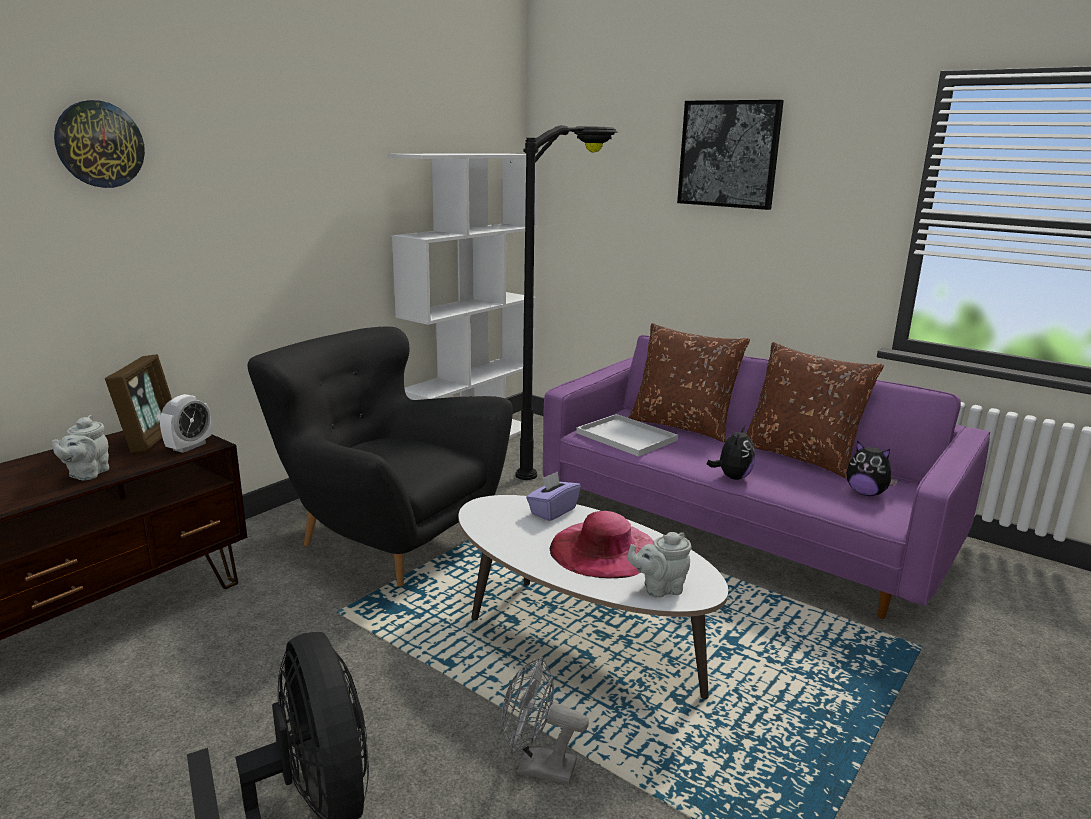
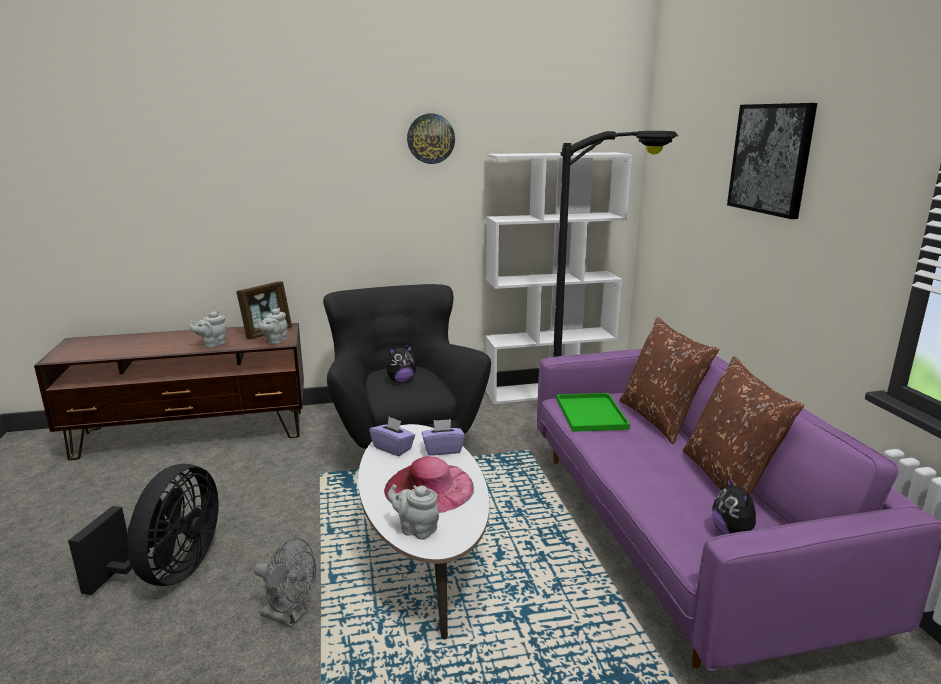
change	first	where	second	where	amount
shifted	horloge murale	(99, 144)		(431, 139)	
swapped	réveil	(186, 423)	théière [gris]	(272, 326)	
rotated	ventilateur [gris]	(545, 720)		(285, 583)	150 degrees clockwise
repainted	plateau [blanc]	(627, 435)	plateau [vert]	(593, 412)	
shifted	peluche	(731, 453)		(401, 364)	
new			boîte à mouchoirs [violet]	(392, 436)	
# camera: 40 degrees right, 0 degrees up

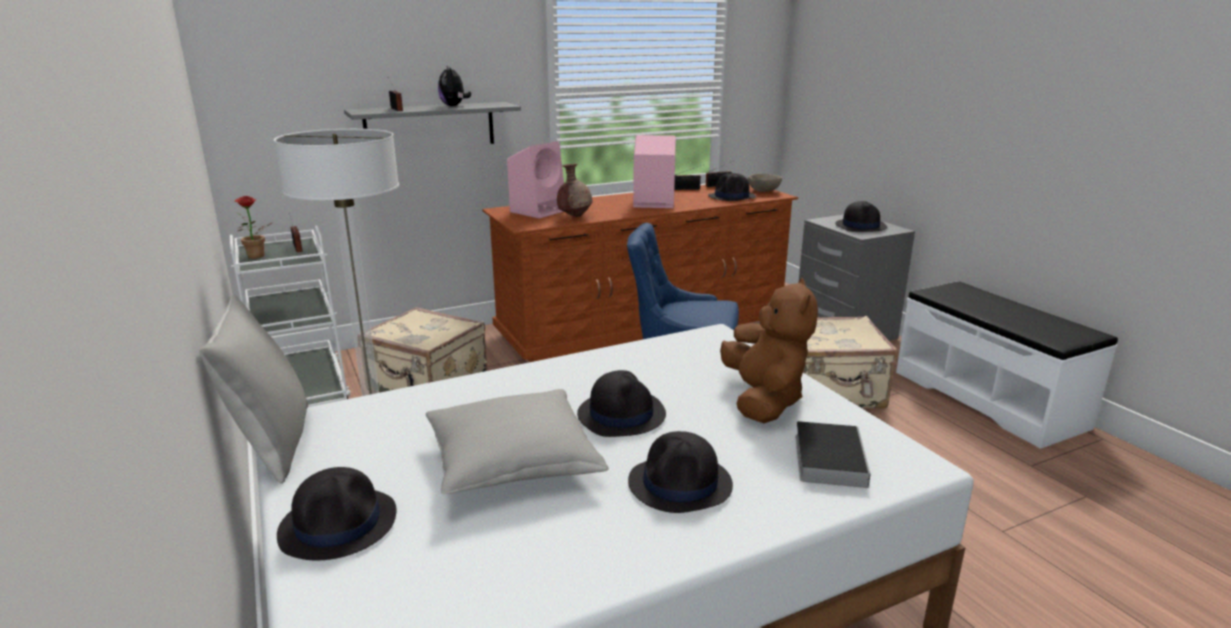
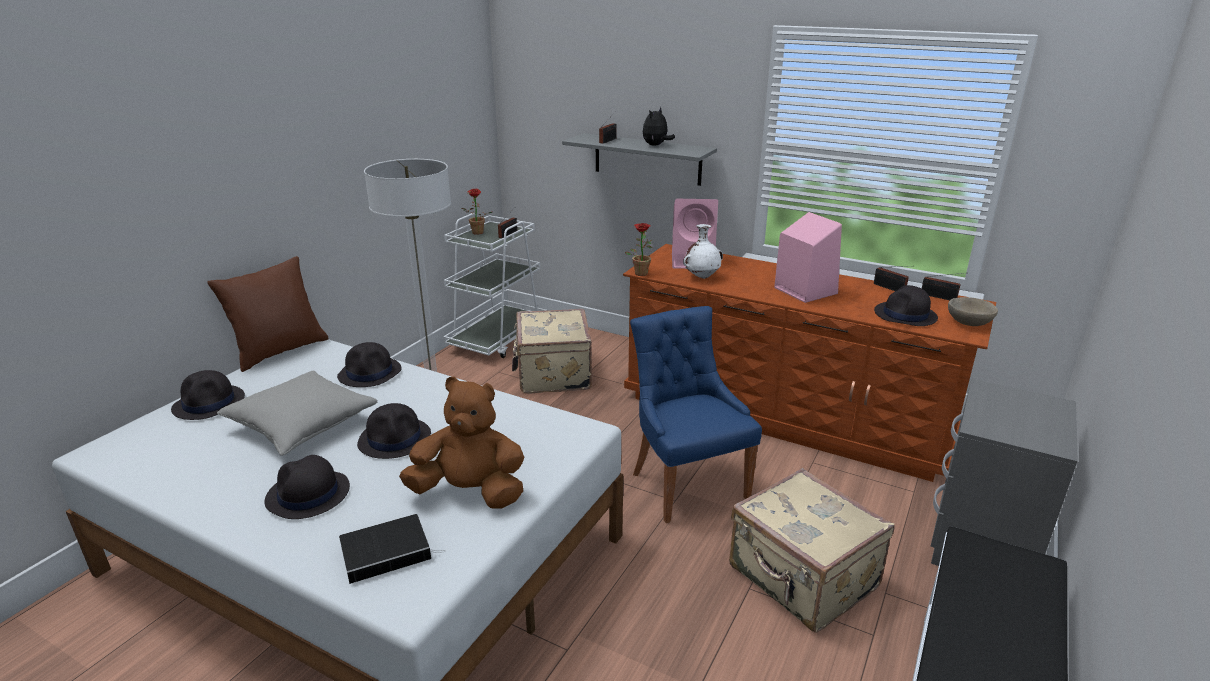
change	first	where	second	where	amount
repainted	coussin [gris]	(253, 389)	coussin [marron]	(268, 314)	
repainted	vase [marron]	(575, 190)	vase [blanc]	(703, 251)	
rotated	peluche [marron]	(769, 350)		(461, 442)	135 degrees counterclockwise
shifted	chapeau [noir]	(861, 216)		(369, 364)	
new			plante en pot	(638, 249)	
# camera: 55 degrees right, 5 degrees up

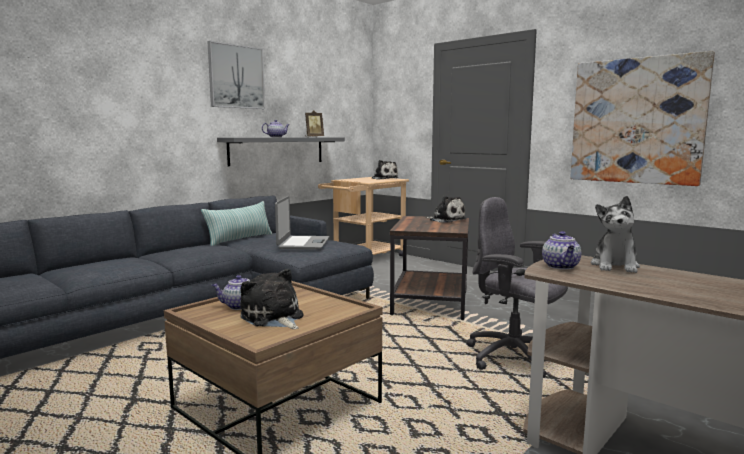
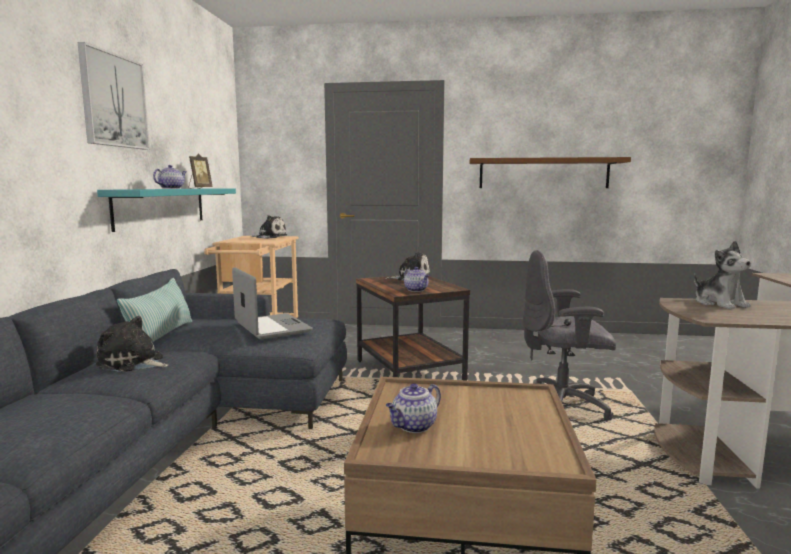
change	first	where	second	where	amount
repainted	étagère [gris]	(281, 151)	étagère [turquoise]	(166, 210)	
shifted	peluche	(271, 298)		(132, 344)	
shifted	théière	(561, 250)		(416, 279)	
swapped	tableau	(642, 118)	étagère [marron]	(550, 172)	
# camera: 35 degrees left, 0 degrees up

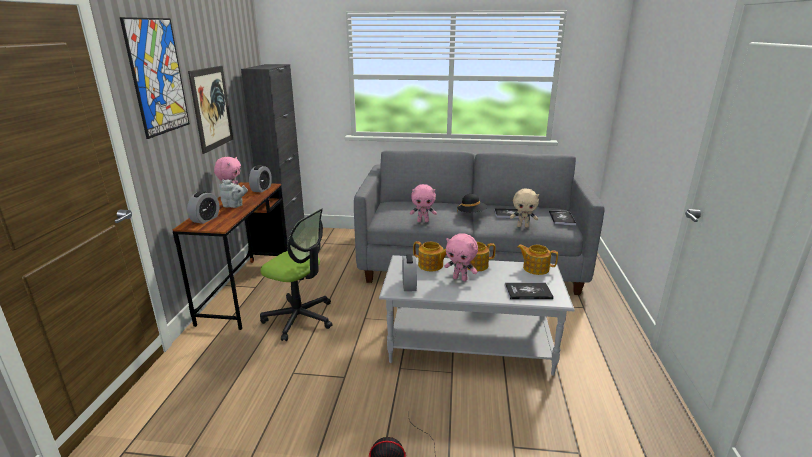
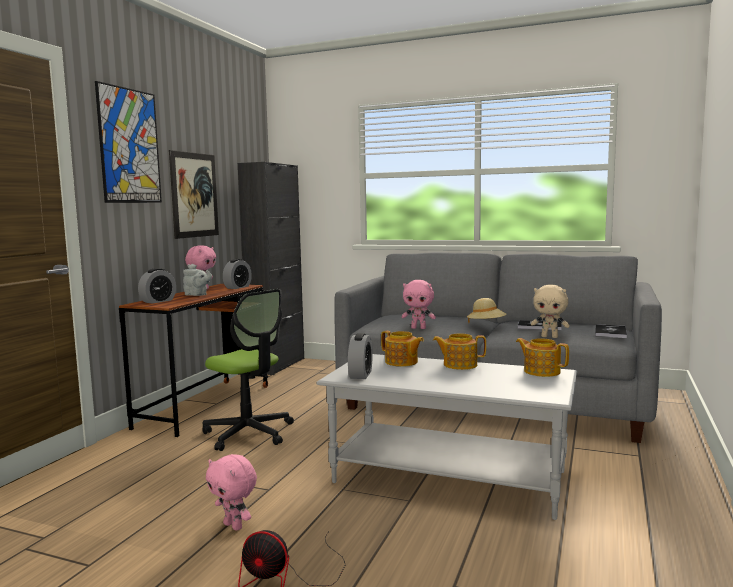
change	first	where	second	where	amount
shifted	peluche [rose]	(461, 257)		(231, 492)	
repainted	chapeau [noir]	(472, 203)	chapeau [beige]	(486, 310)	
gone	livre	(529, 291)			
# camera: 15 degrees right, 15 degrees down

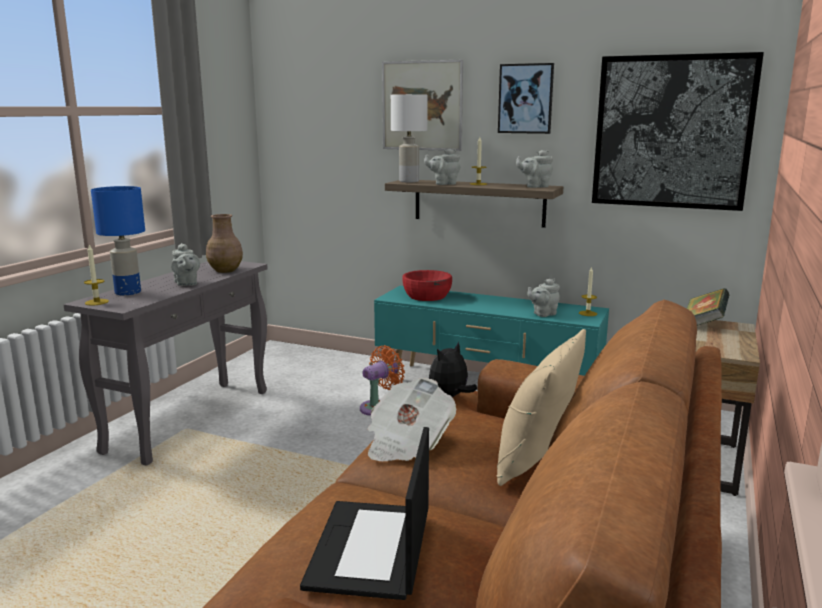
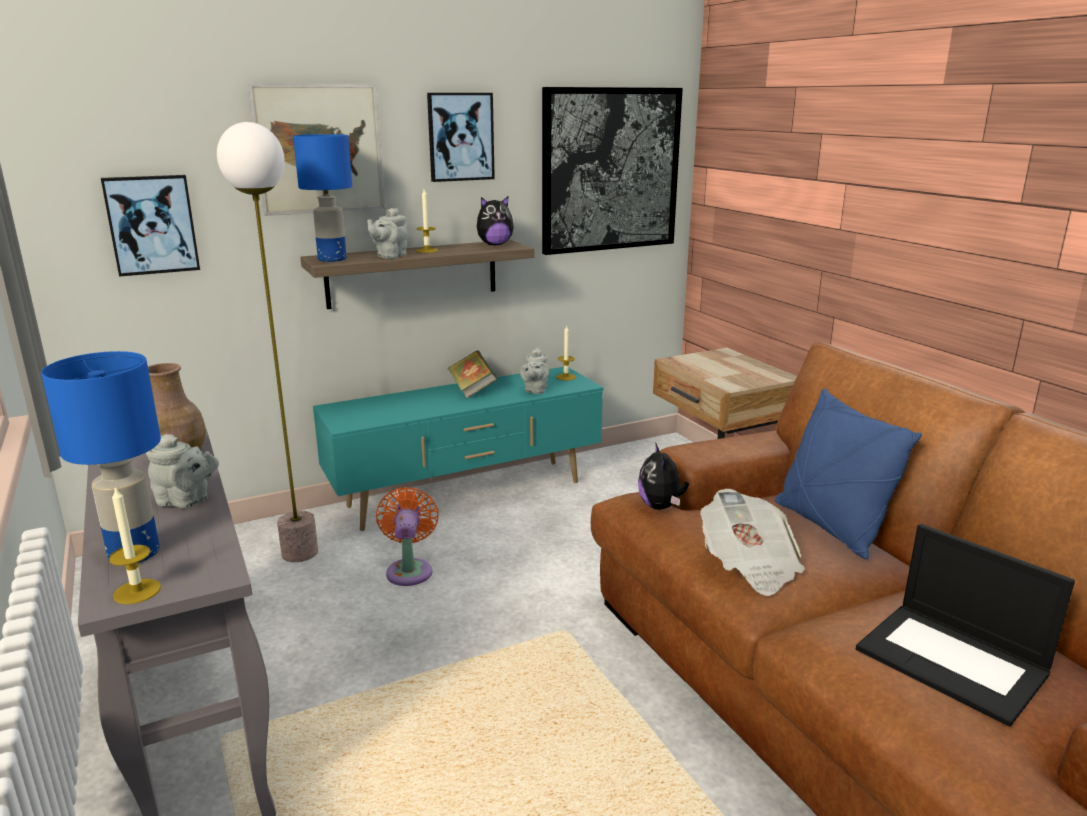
change	first	where	second	where	amount
repainted	lampe de table [blanc]	(409, 138)	lampe de table [bleu]	(322, 198)	
gone	bol [rouge]	(427, 285)			
repainted	coussin [beige]	(541, 407)	coussin [bleu]	(848, 473)	
swapped	théière [gris]	(534, 169)	peluche	(495, 220)	
shifted	livre	(708, 307)		(473, 374)	
new			tableau	(150, 226)	
new			lampadaire	(267, 342)	
# camera: 50 degrees left, 5 degrees up

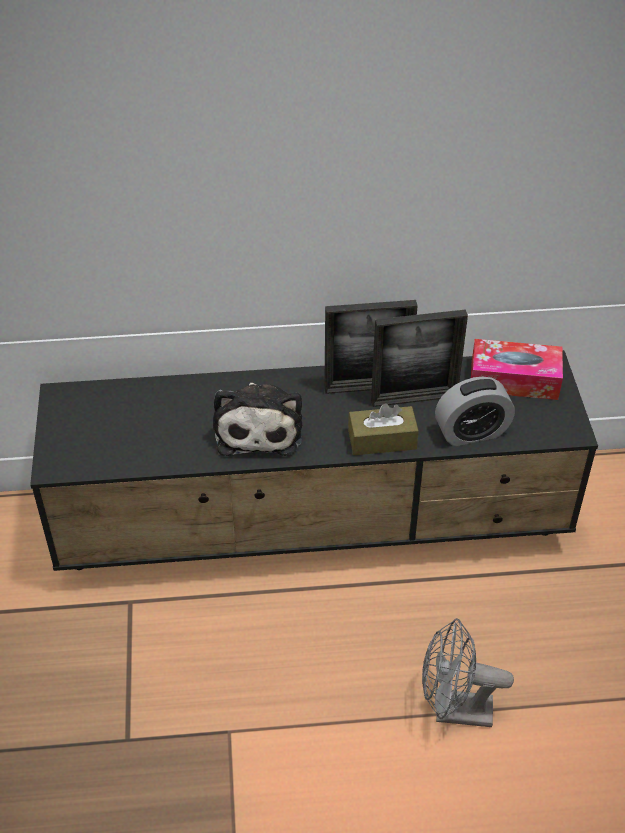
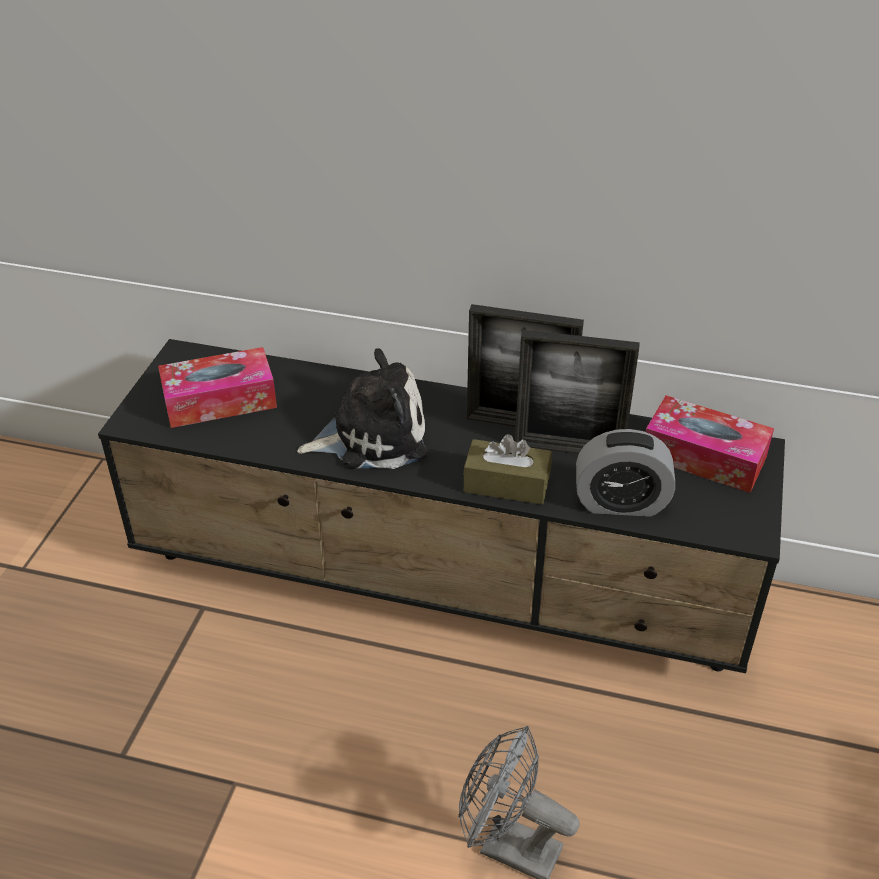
change	first	where	second	where	amount
rotated	peluche	(257, 419)		(362, 408)	120 degrees counterclockwise
new			boîte à mouchoirs	(217, 387)	
# camera: 20 degrees right, 5 degrees down

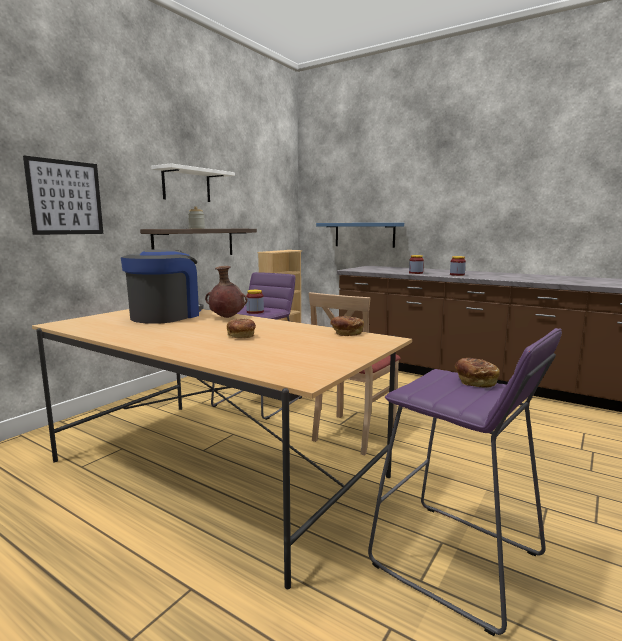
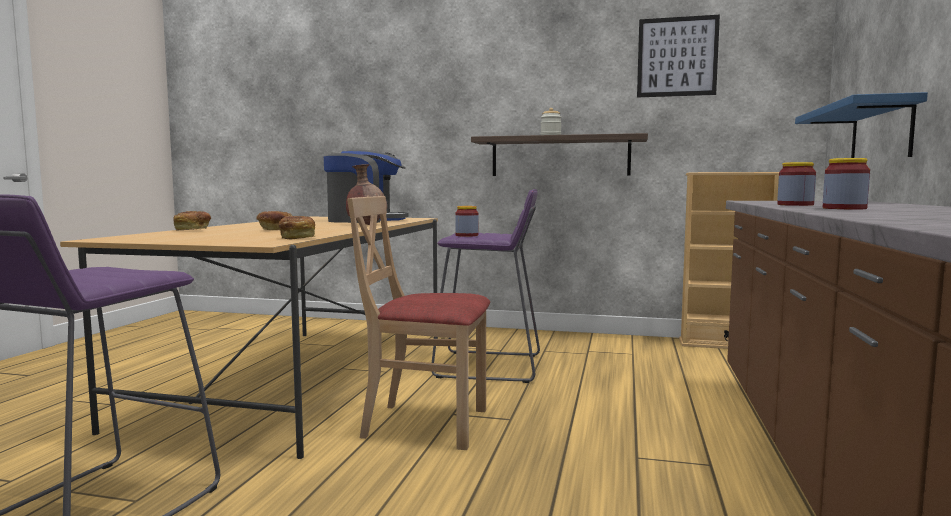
change	first	where	second	where	amount
shifted	tableau	(63, 195)		(678, 56)	
gone	étagère [blanc]	(193, 182)			
shifted	pain	(477, 373)		(192, 221)	
# camera: 70 degrees right, 5 degrees down

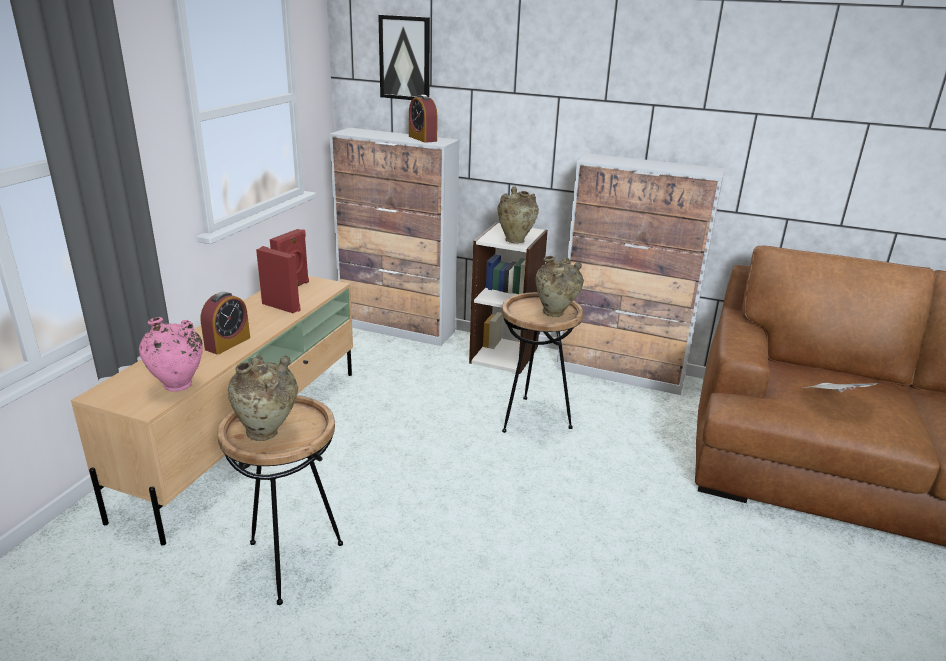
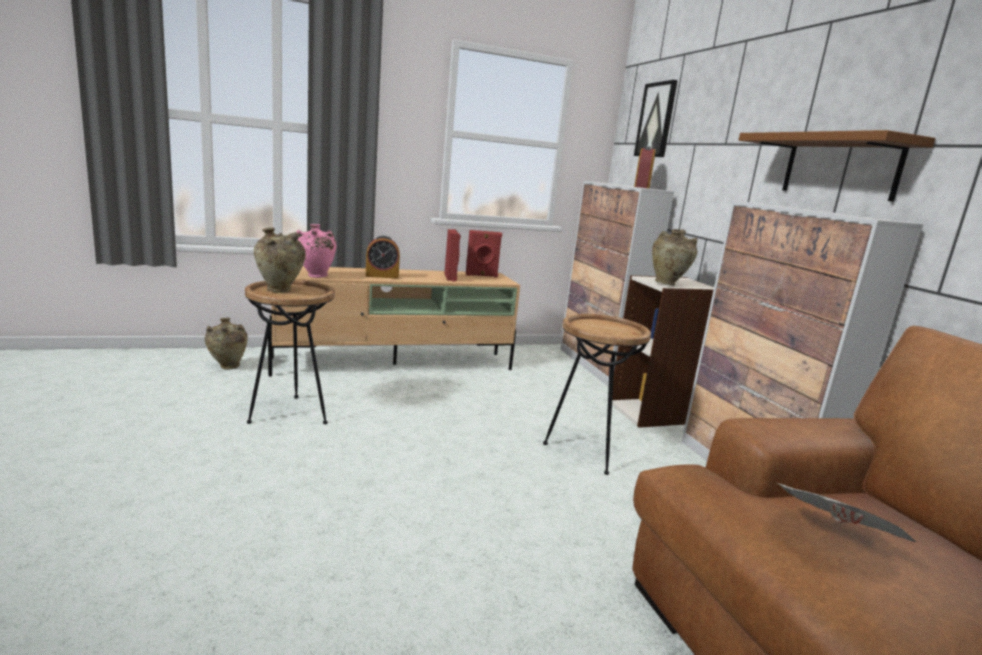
change	first	where	second	where	amount
shifted	vase [beige]	(559, 286)		(226, 344)	
new			étagère [marron]	(837, 166)	
# camera: 50 degrees right, 10 degrees down

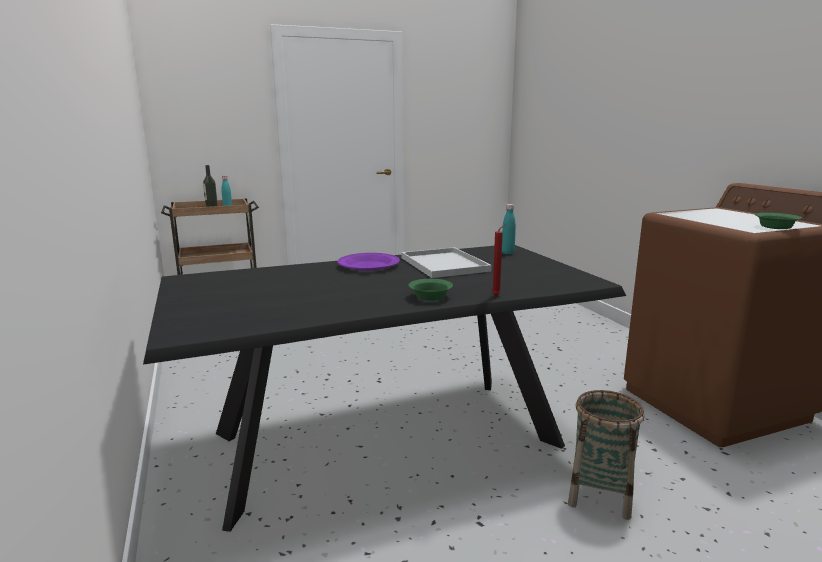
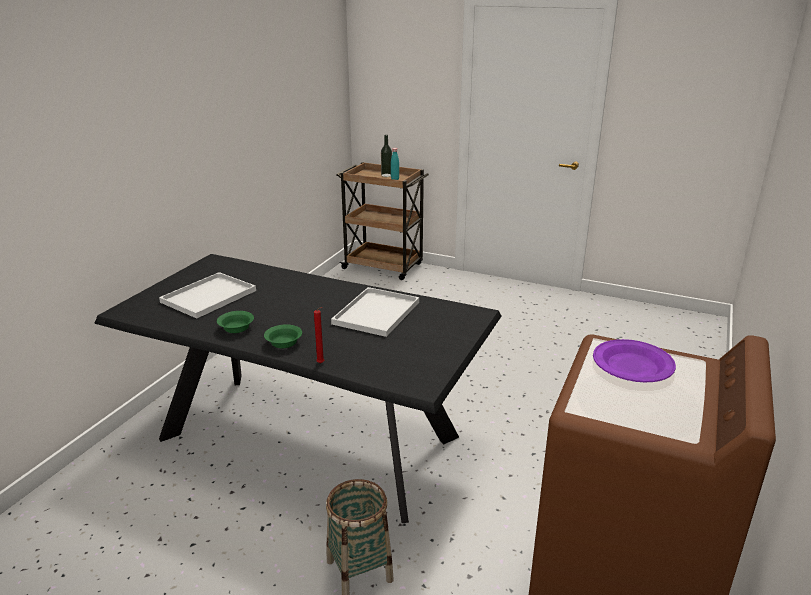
change	first	where	second	where	amount
shifted	assiette [violet]	(368, 262)		(634, 360)	
gone	bouteille [turquoise]	(509, 229)			
shifted	bol [vert]	(778, 221)		(235, 322)	
new			plateau [blanc]	(207, 295)	
# camera: 45 degrees right, 10 degrees up

